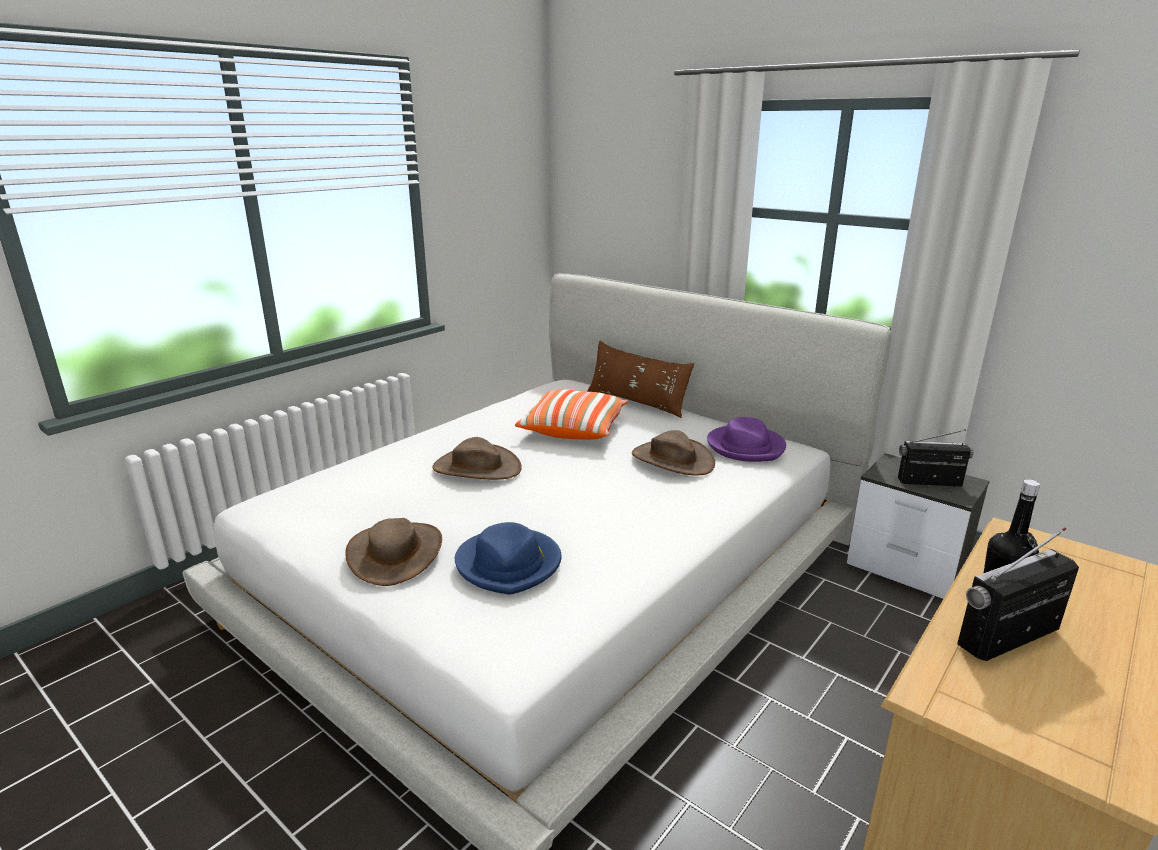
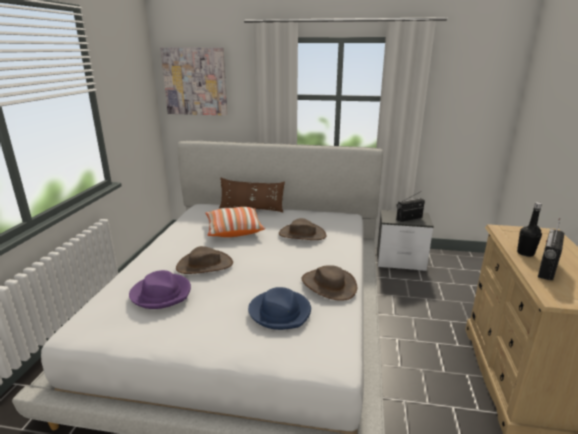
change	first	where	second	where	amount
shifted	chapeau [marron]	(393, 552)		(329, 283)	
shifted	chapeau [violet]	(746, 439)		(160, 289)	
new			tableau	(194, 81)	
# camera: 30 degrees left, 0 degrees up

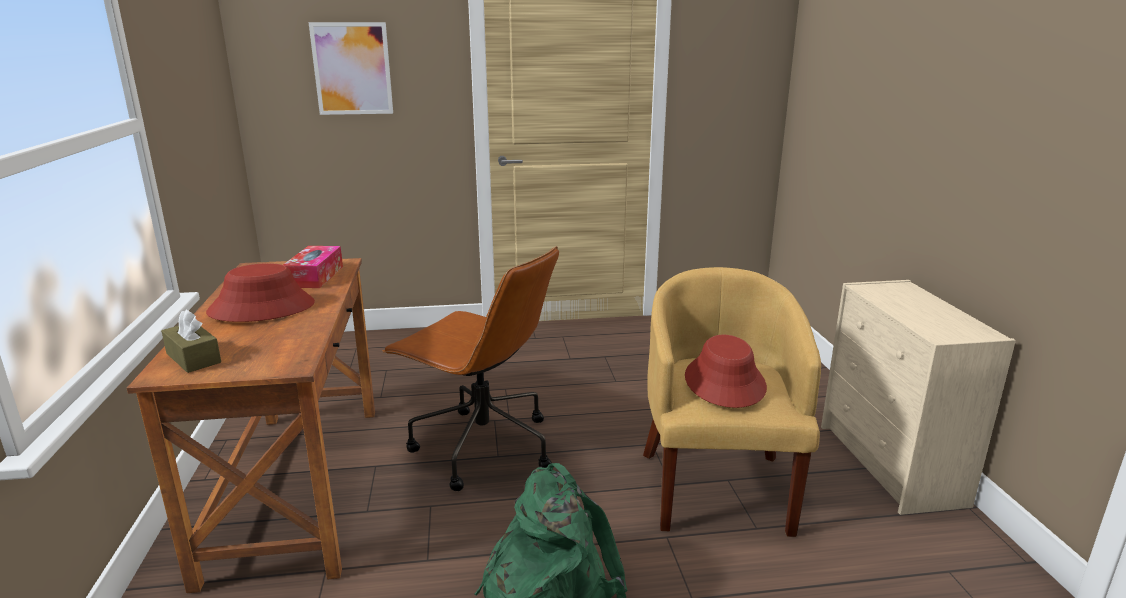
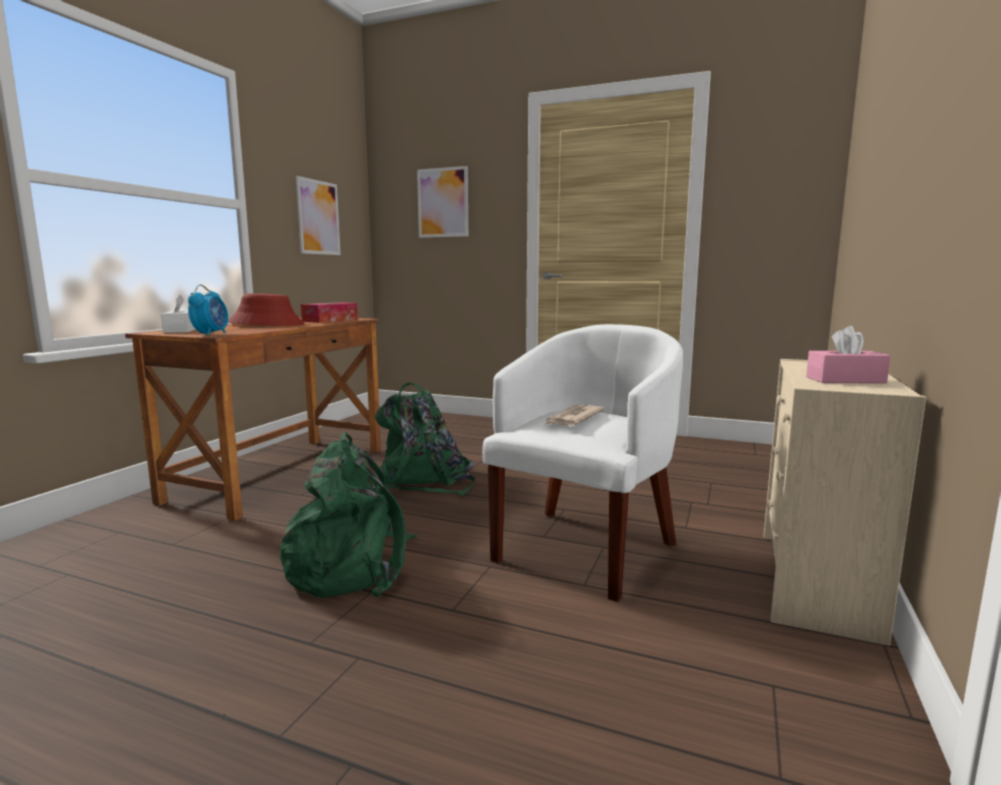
change	first	where	second	where	amount
repainted	boîte à mouchoirs [marron]	(191, 341)	boîte à mouchoirs [blanc]	(178, 313)	
swapped	chaise de bureau [marron]	(470, 368)	sac à dos [vert]	(425, 439)	
repainted	fauteuil [jaune]	(732, 402)	fauteuil [blanc]	(582, 463)	
swapped	chapeau [rouge]	(726, 371)	journal	(574, 415)	
new			réveil	(208, 310)	
new			tableau	(318, 215)	
new			boîte à mouchoirs [rose]	(848, 354)	
# camera: 30 degrees right, 10 degrees down

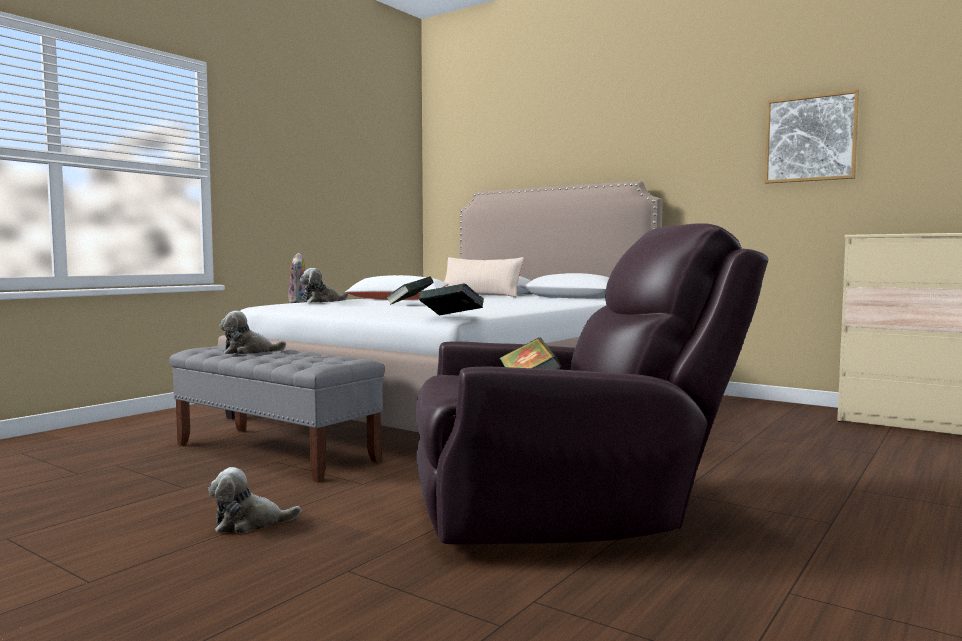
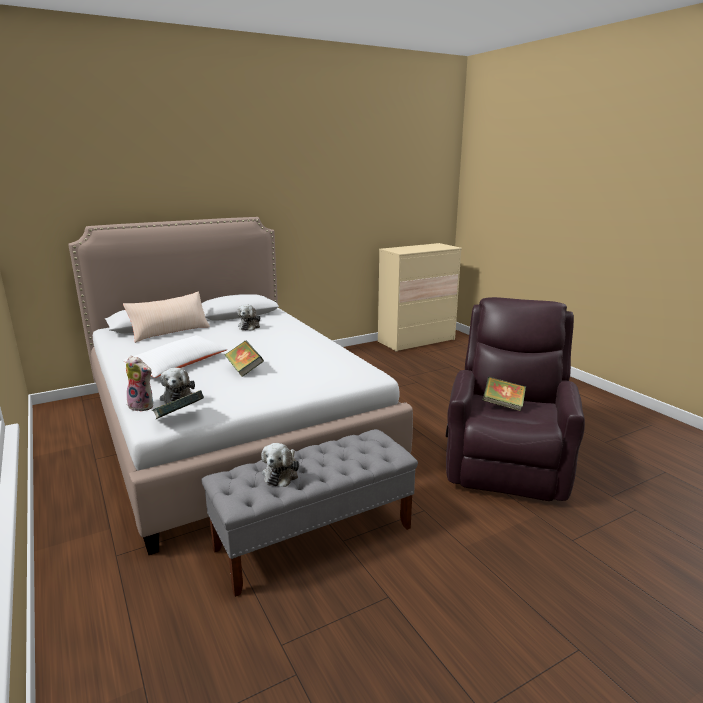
change	first	where	second	where	amount
shifted	peluche	(254, 500)		(248, 317)	
shifted	livre	(451, 299)		(178, 404)	
gone	tableau	(811, 136)			
# camera: 65 degrees left, 15 degrees up

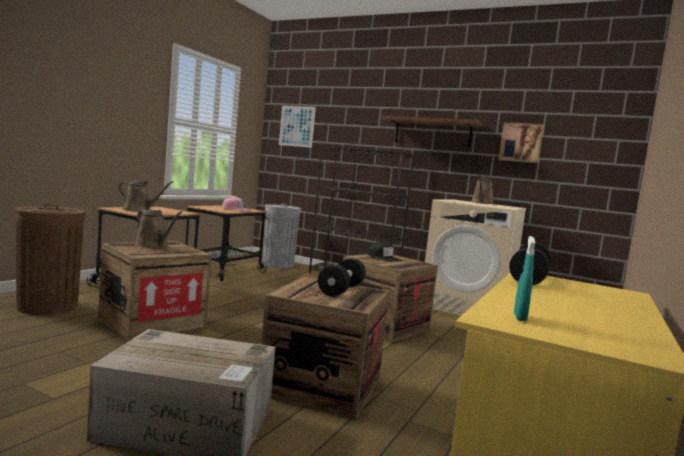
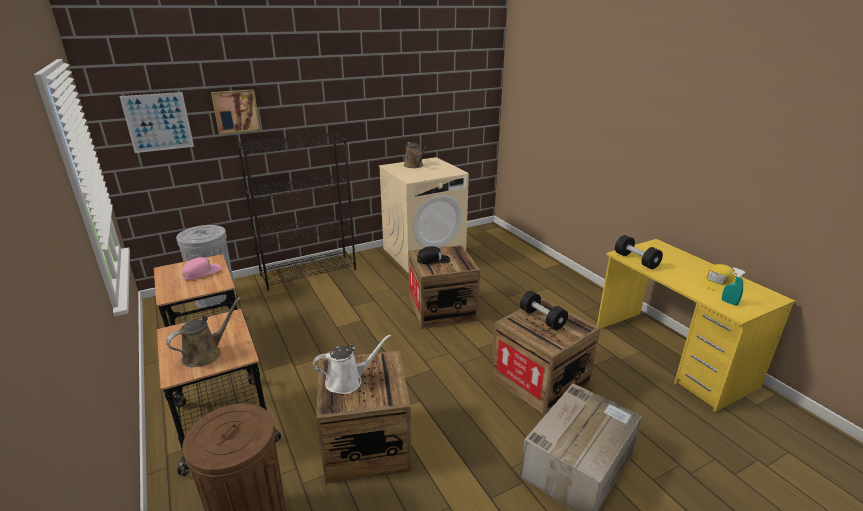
change	first	where	second	where	amount
repainted	arrosoir [marron]	(158, 229)	arrosoir [blanc]	(352, 364)	
gone	étagère [marron]	(432, 132)			
shifted	tableau	(521, 142)		(235, 112)	
new			casquette [jaune]	(717, 278)	
# camera: 55 degrees left, 20 degrees up

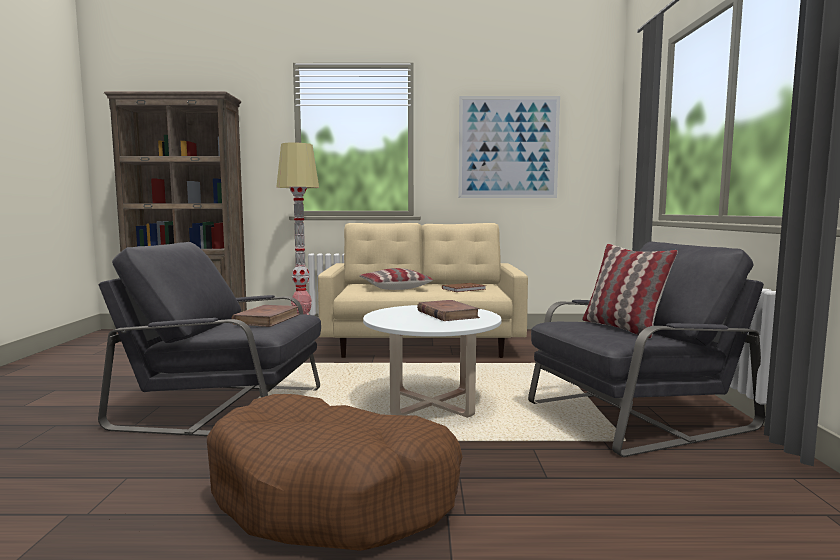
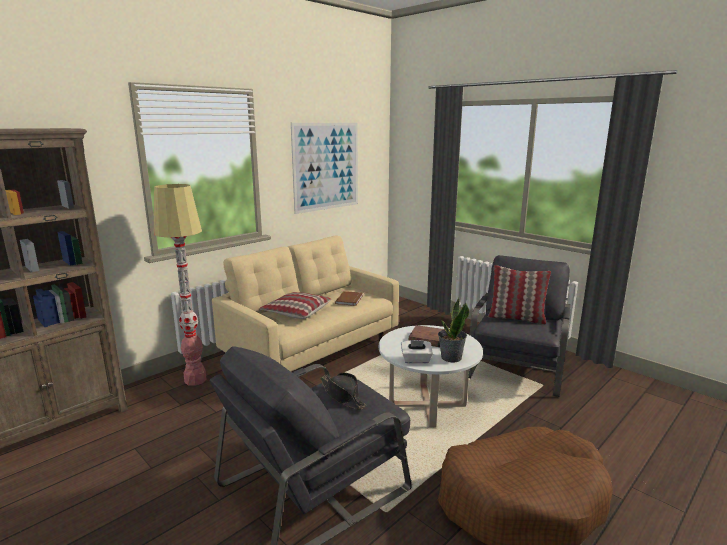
change	first	where	second	where	amount
swapped	livre [marron]	(265, 316)	chapeau [noir]	(343, 390)	
new			boîte à mouchoirs [blanc]	(417, 351)	
new			plante en pot	(453, 329)	
# camera: 45 degrees left, 10 degrees up

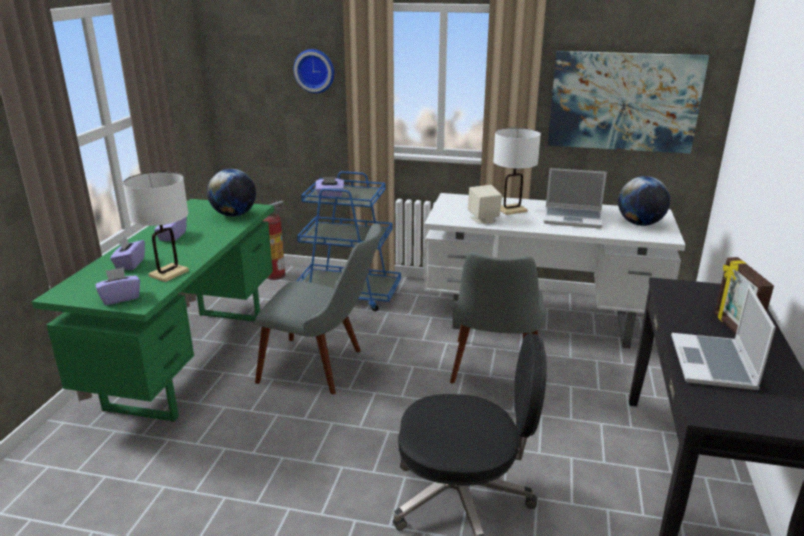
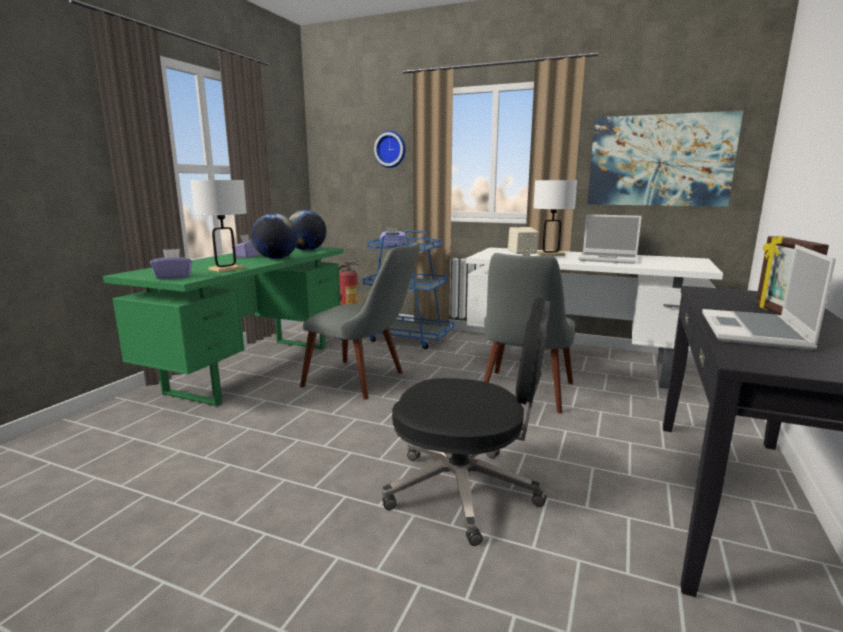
change	first	where	second	where	amount
gone	boîte à mouchoirs [violet]	(127, 253)			
shifted	globe	(644, 201)		(274, 236)	
# camera: 10 degrees right, 10 degrees down

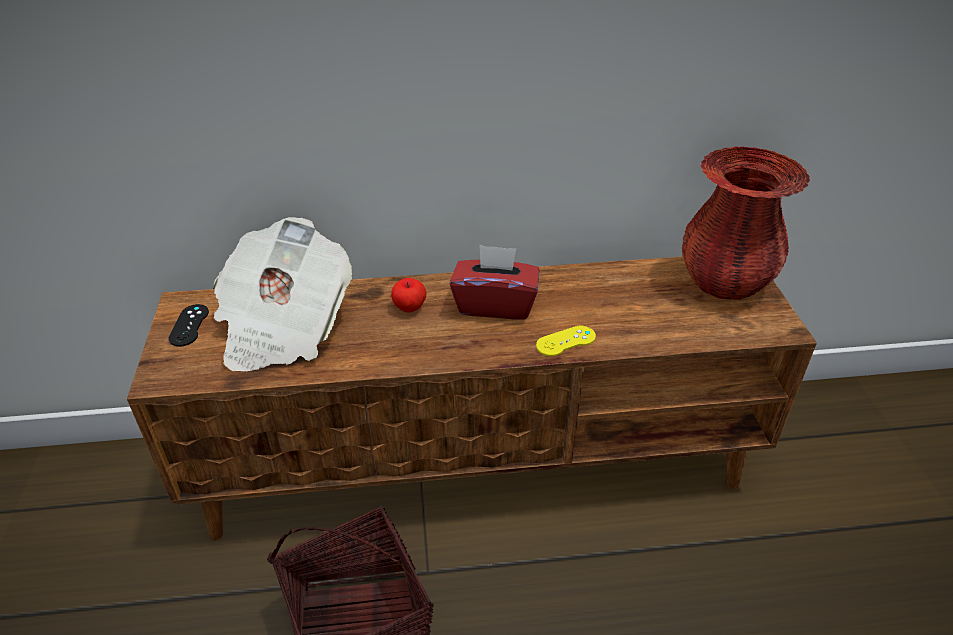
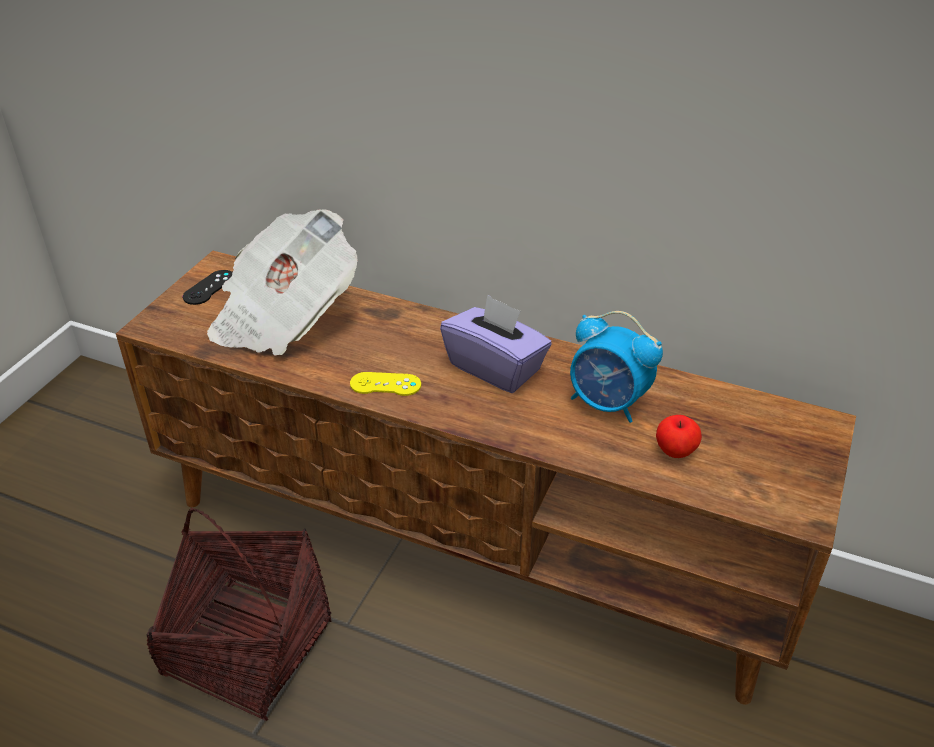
change	first	where	second	where	amount
shifted	pomme	(408, 295)		(679, 436)	
repainted	boîte à mouchoirs [rouge]	(494, 282)	boîte à mouchoirs [violet]	(496, 343)	
shifted	manette [jaune]	(566, 341)		(385, 384)	
gone	vase [rouge]	(746, 223)			
new			réveil	(616, 367)	
# camera: 30 degrees right, 0 degrees up

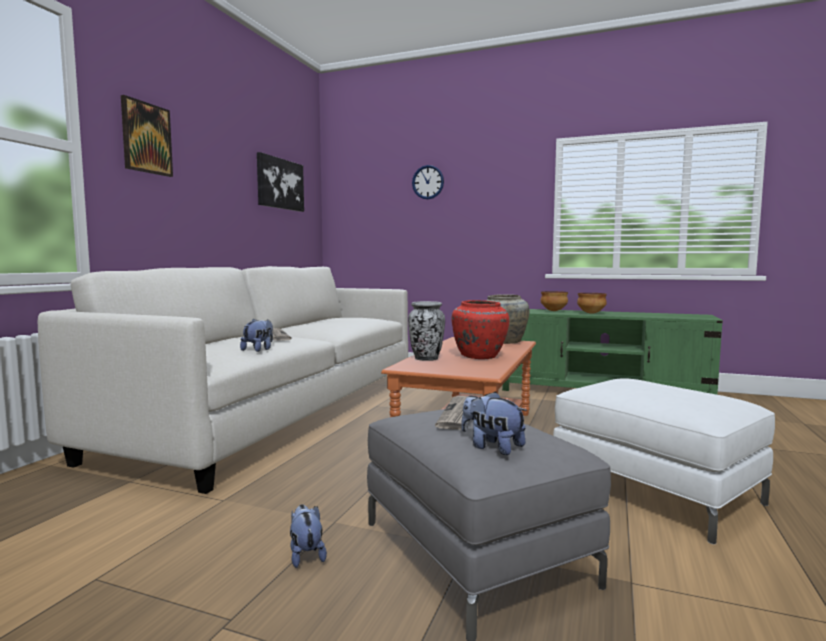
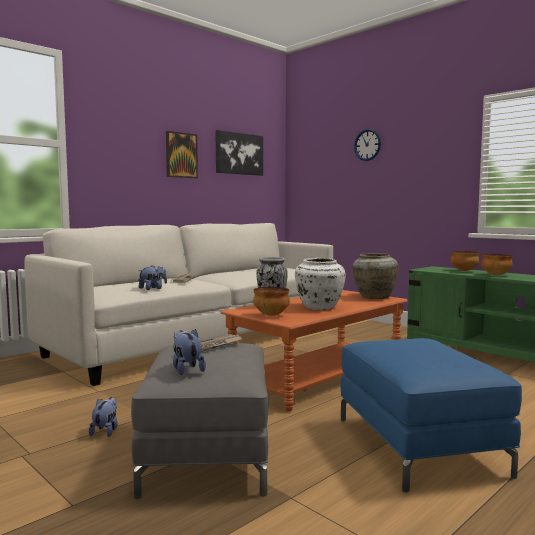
change	first	where	second	where	amount
shifted	tableau	(147, 136)		(182, 154)	
repainted	vase [rouge]	(480, 329)	vase [blanc]	(320, 284)	
repainted	pouf [blanc]	(664, 461)	pouf [bleu]	(431, 415)	
new			bol	(271, 301)	
# camera: 25 degrees right, 0 degrees up

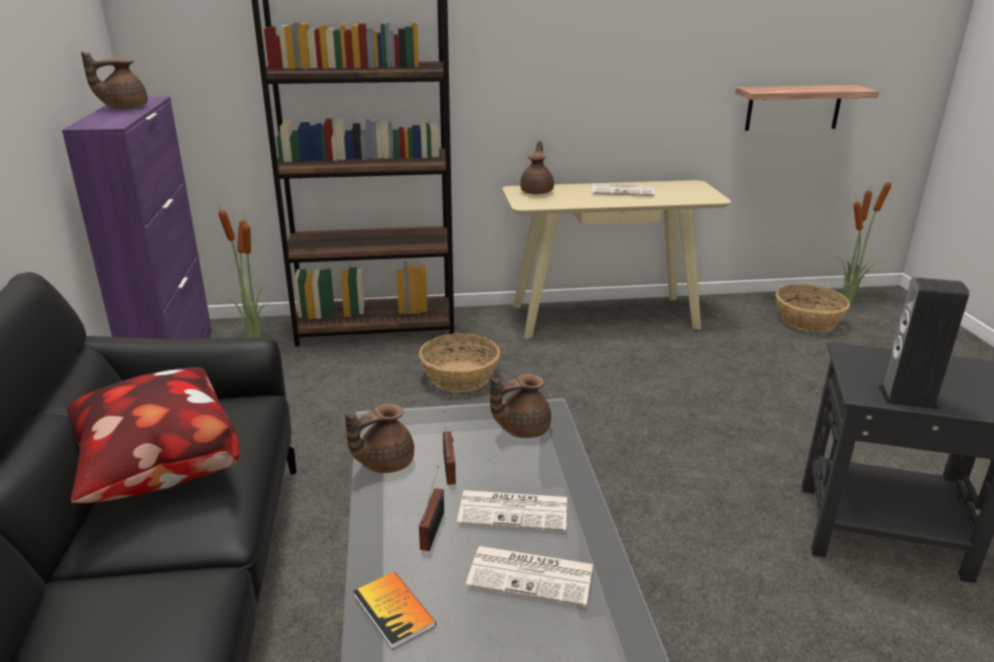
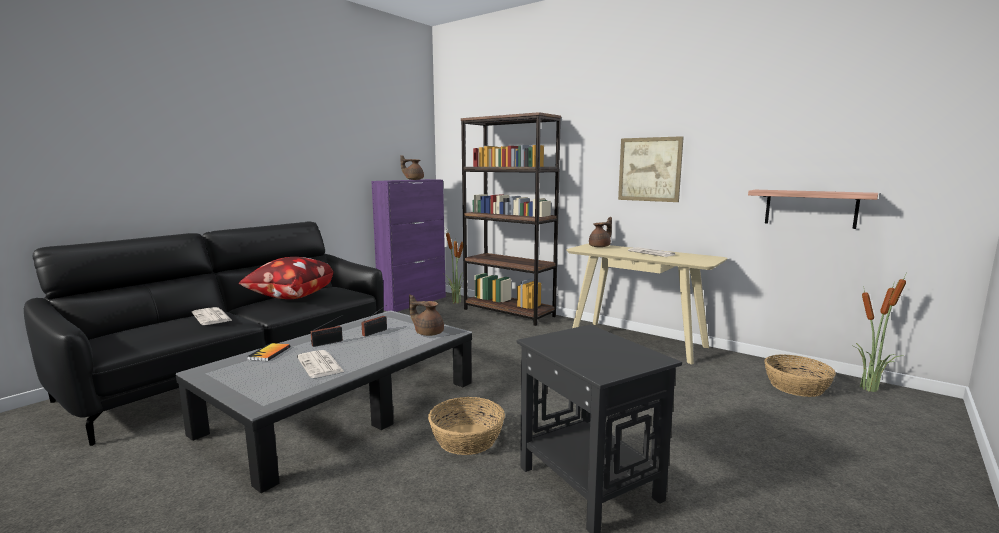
change	first	where	second	where	amount
gone	théière [marron]	(379, 438)			
shifted	panier	(459, 362)		(466, 426)	
shifted	journal	(512, 511)		(212, 316)	
gone	enceinte	(923, 343)			
new			tableau	(651, 169)	
# camera: 45 degrees right, 15 degrees down

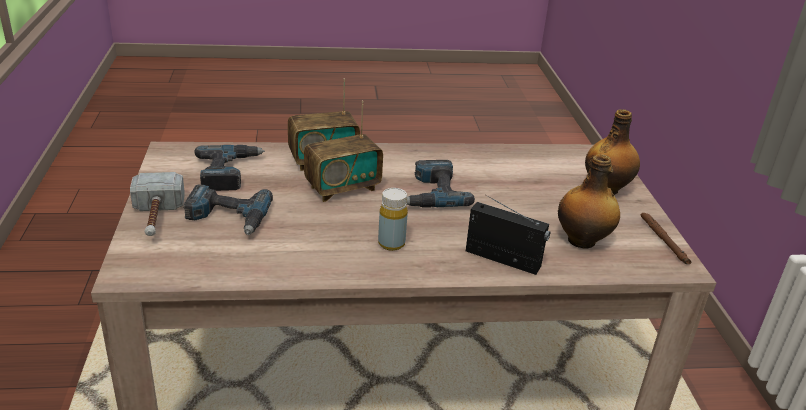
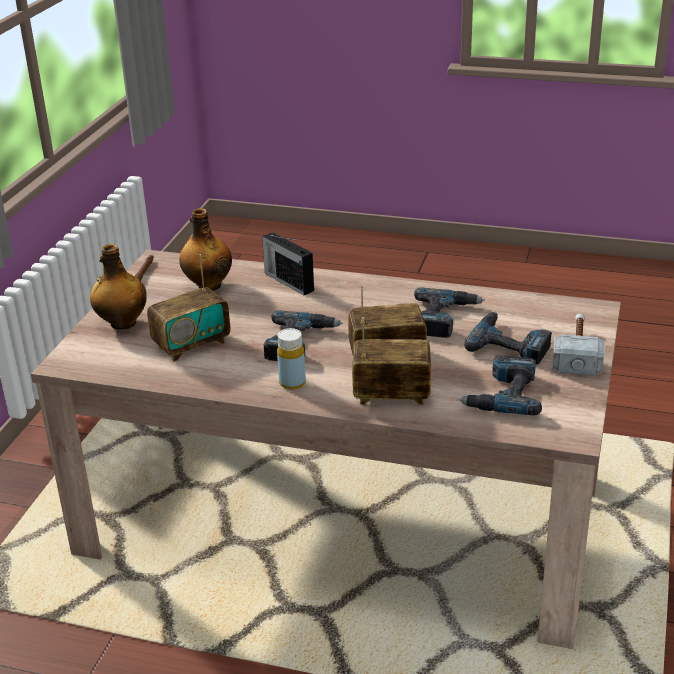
change	first	where	second	where	amount
shifted	bouteille [jaune]	(393, 219)		(291, 359)	
new			radio	(188, 308)	
new			perceuse	(449, 313)	
# camera: 155 degrees left, 0 degrees up

